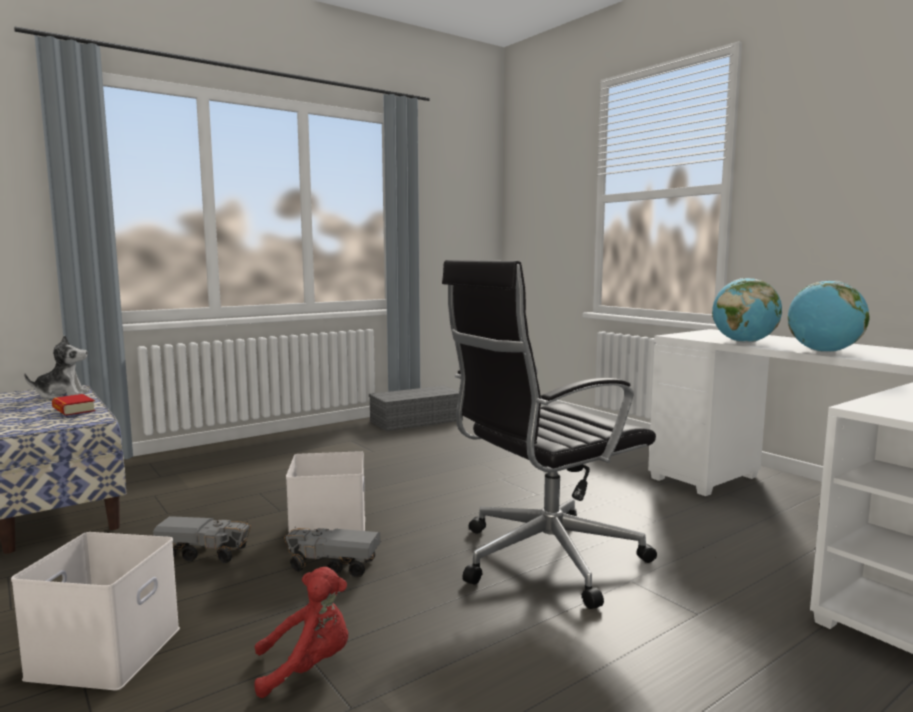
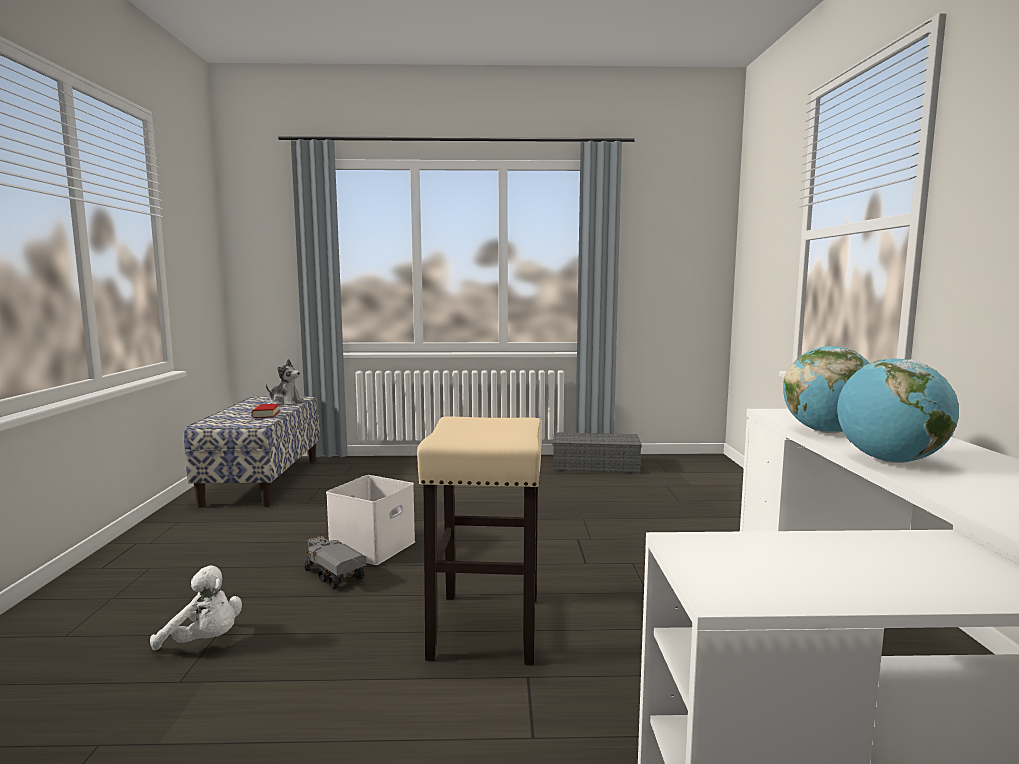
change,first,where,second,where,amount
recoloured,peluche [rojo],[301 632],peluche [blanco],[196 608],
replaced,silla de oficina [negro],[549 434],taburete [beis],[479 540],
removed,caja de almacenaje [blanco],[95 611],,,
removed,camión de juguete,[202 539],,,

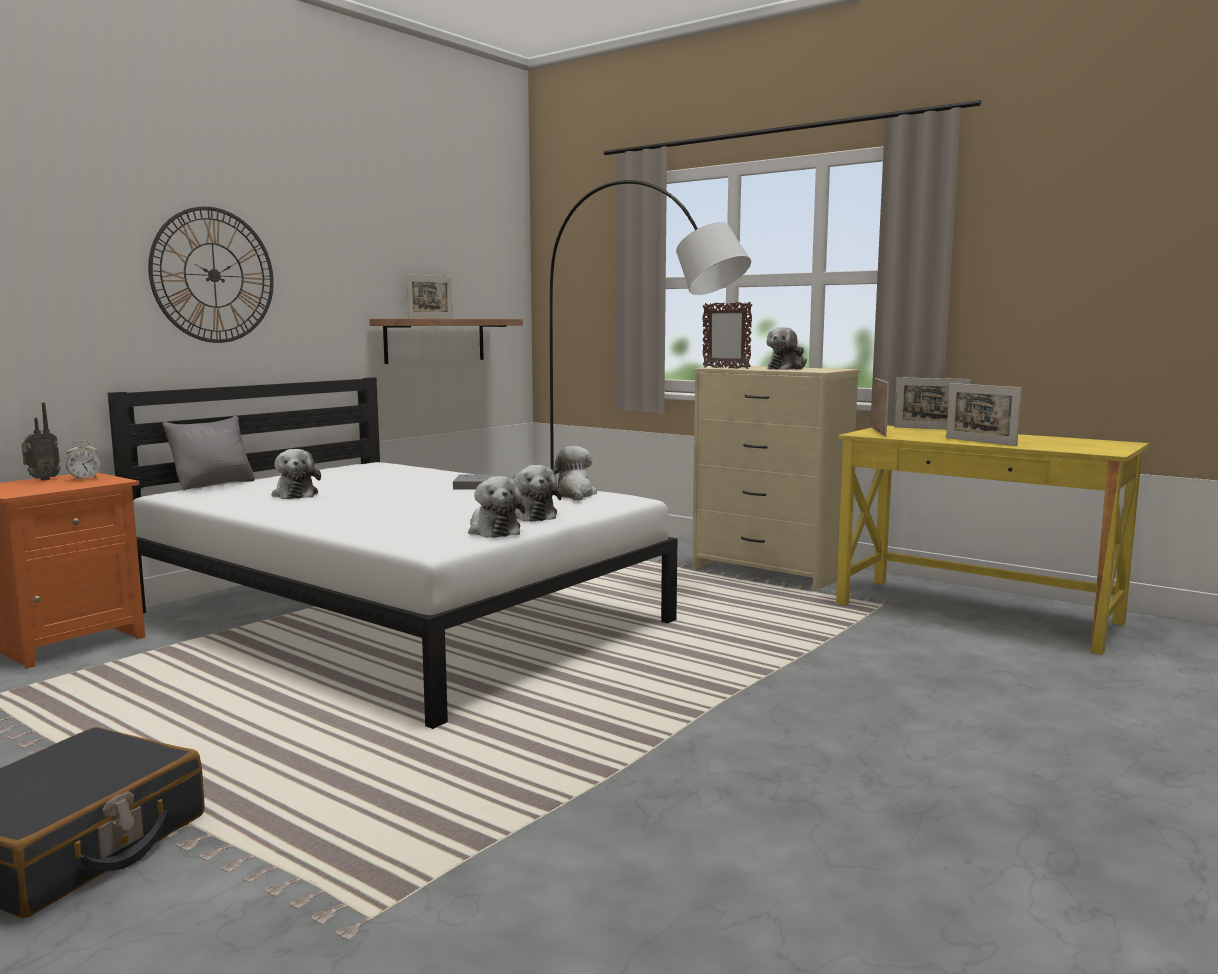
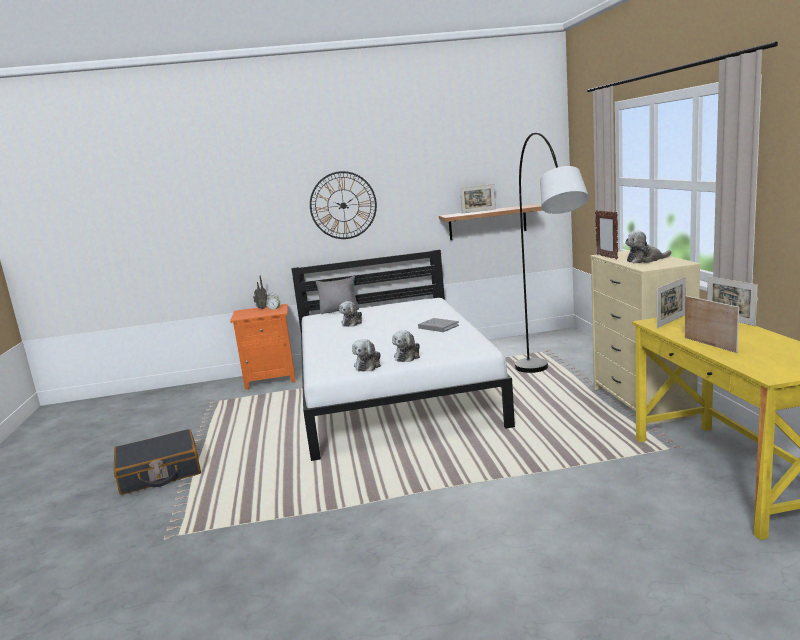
change,first,where,second,where,amount
turned,portarretratos,[984 414],,[712 324],150 degrees clockwise
removed,peluche,[575 473],,,

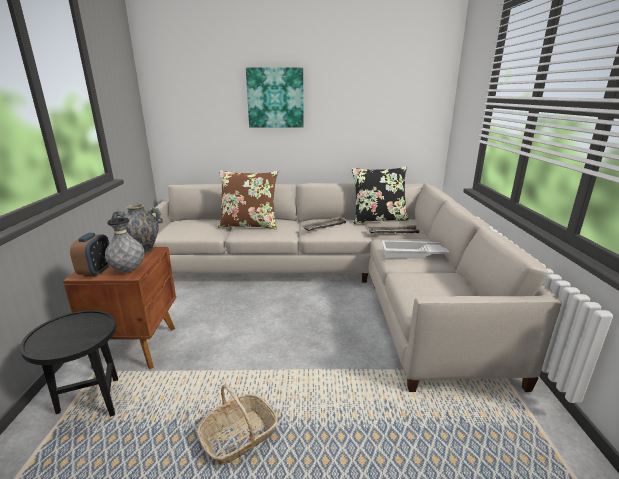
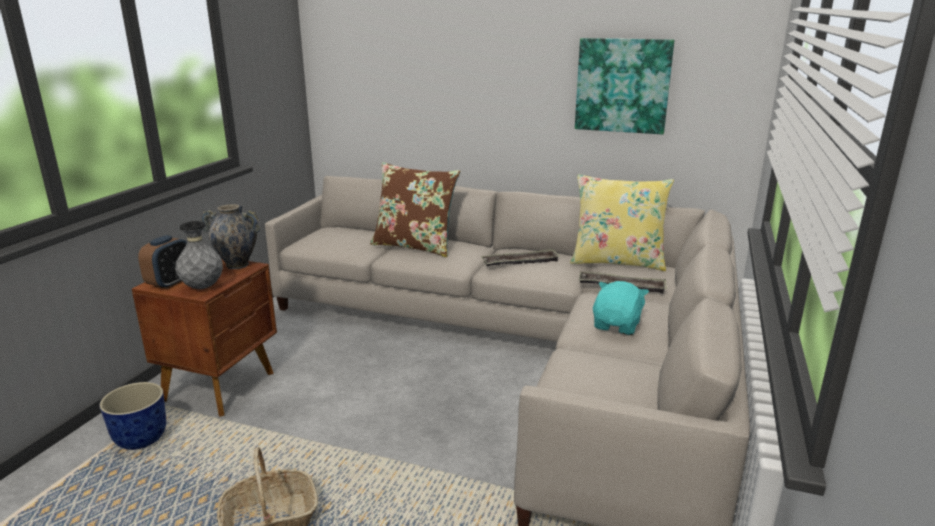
change,first,where,second,where,amount
replaced,mesa auxiliar [negro],[69 363],maceta,[132 416],
recoloured,cojín [negro],[380 195],cojín [amarillo],[622 222],
moved,cuadro,[275 97],,[624 86],
replaced,bandeja [blanco],[416 250],peluche [turquesa],[621 308],

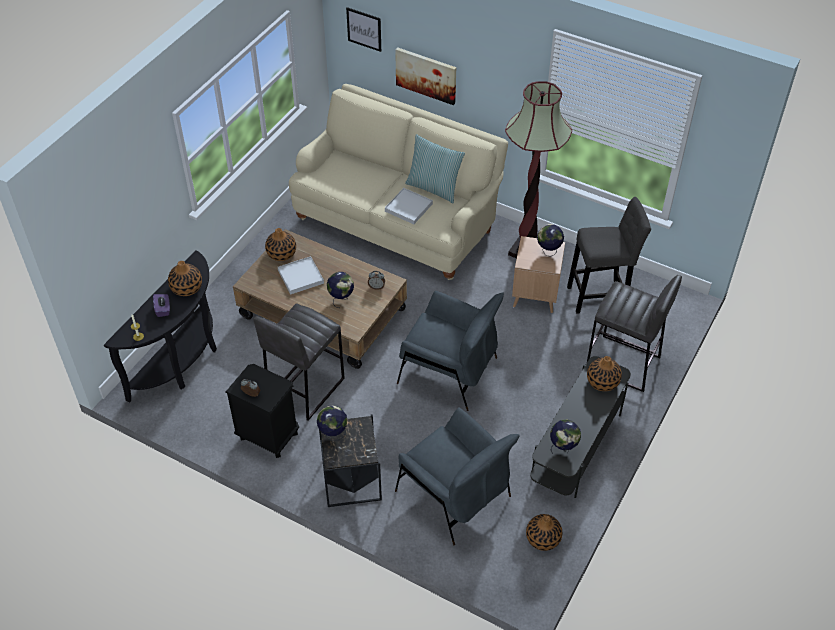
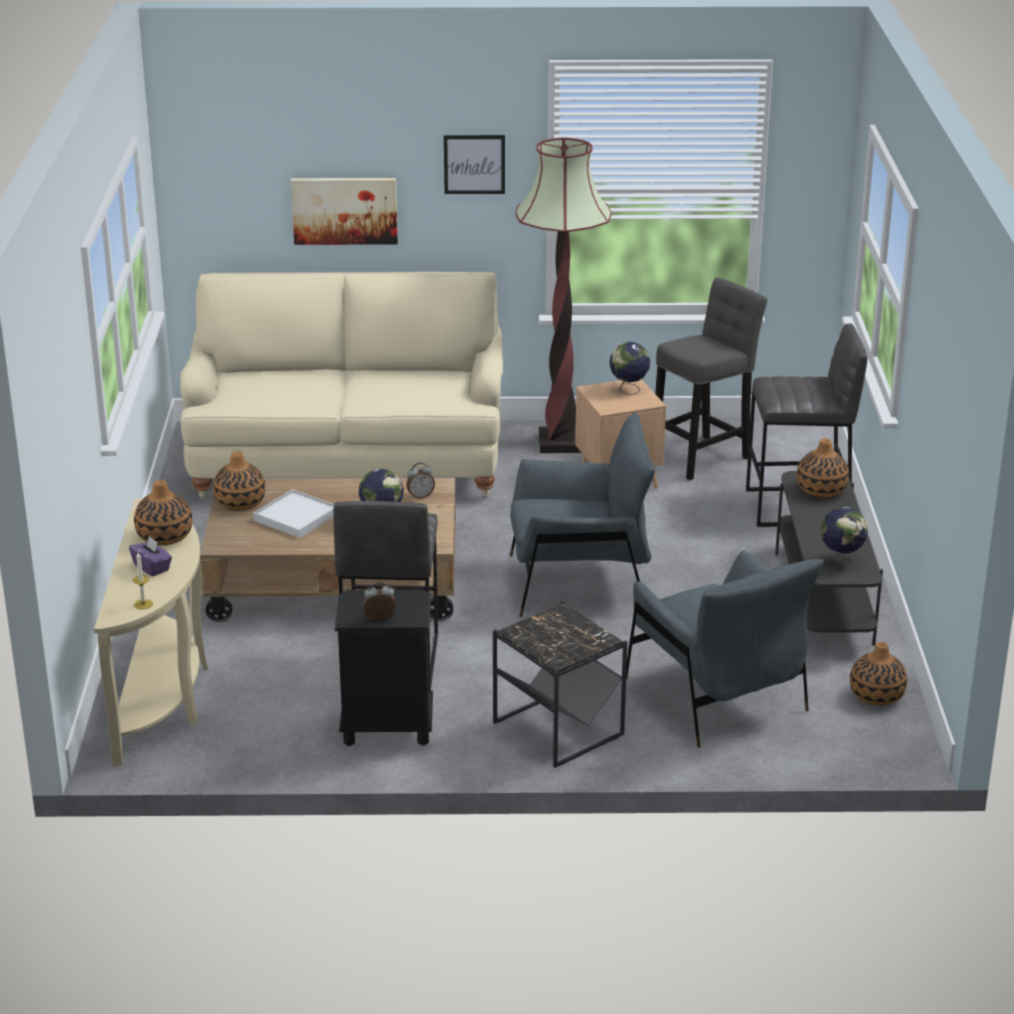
change,first,where,second,where,amount
recoloured,mesa consola [negro],[160 326],mesa consola [beis],[151 632],
moved,cuadro,[363 29],,[474 164],
turned,sillón [gris],[457 476],,[725 649],45 degrees clockwise
removed,globo terráqueo,[332 423],,,
removed,bandeja [blanco],[409 206],,,
removed,cojín,[435 168],,,

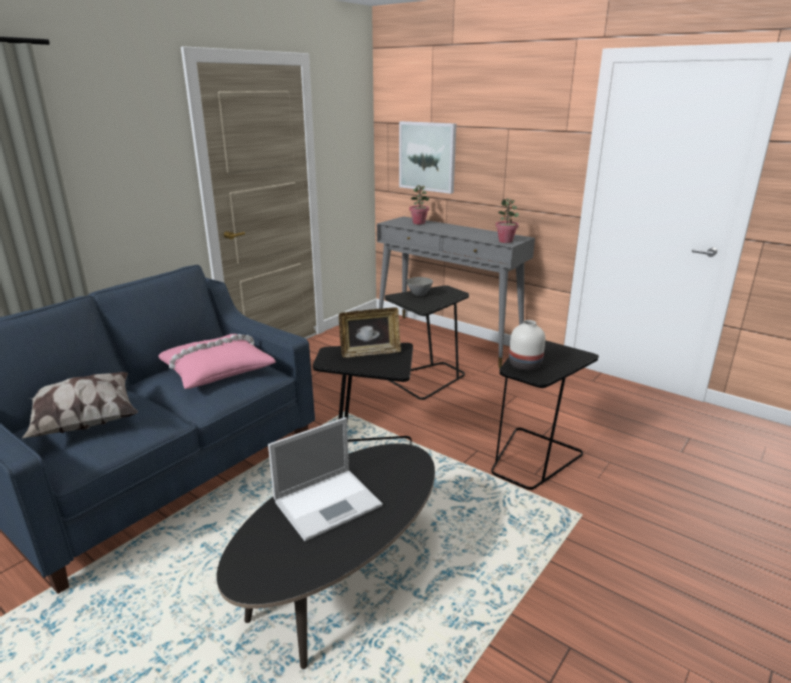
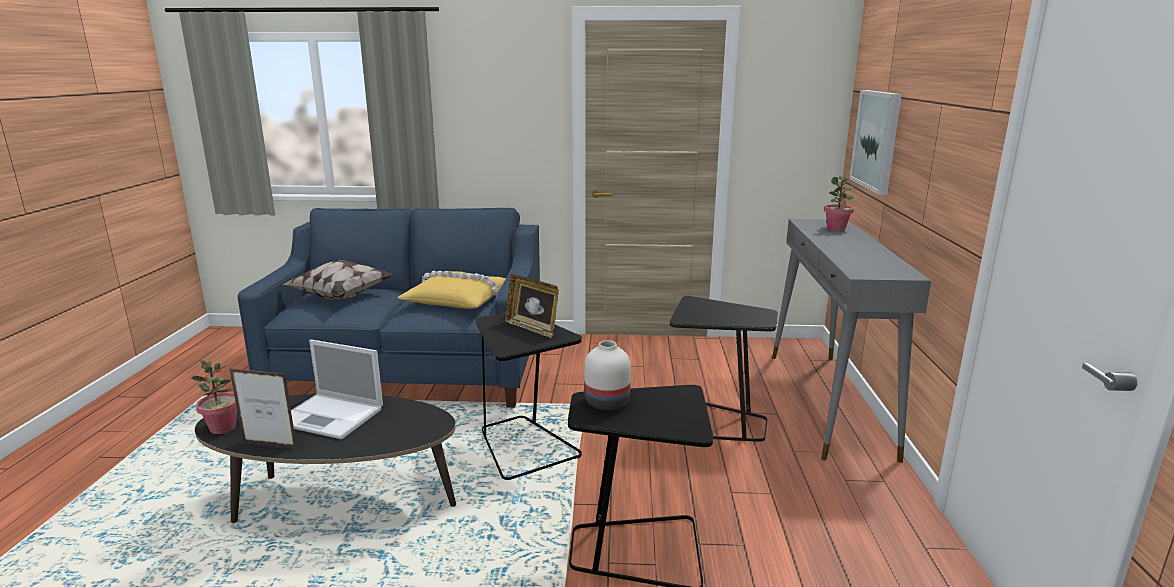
change,first,where,second,where,amount
moved,planta en maceta,[507 220],,[213 397],
added,,,portarretratos,[263 408],
recoloured,cojín [rosa],[217 361],cojín [amarillo],[452 290],
removed,cuenco [gris],[420 286],,,

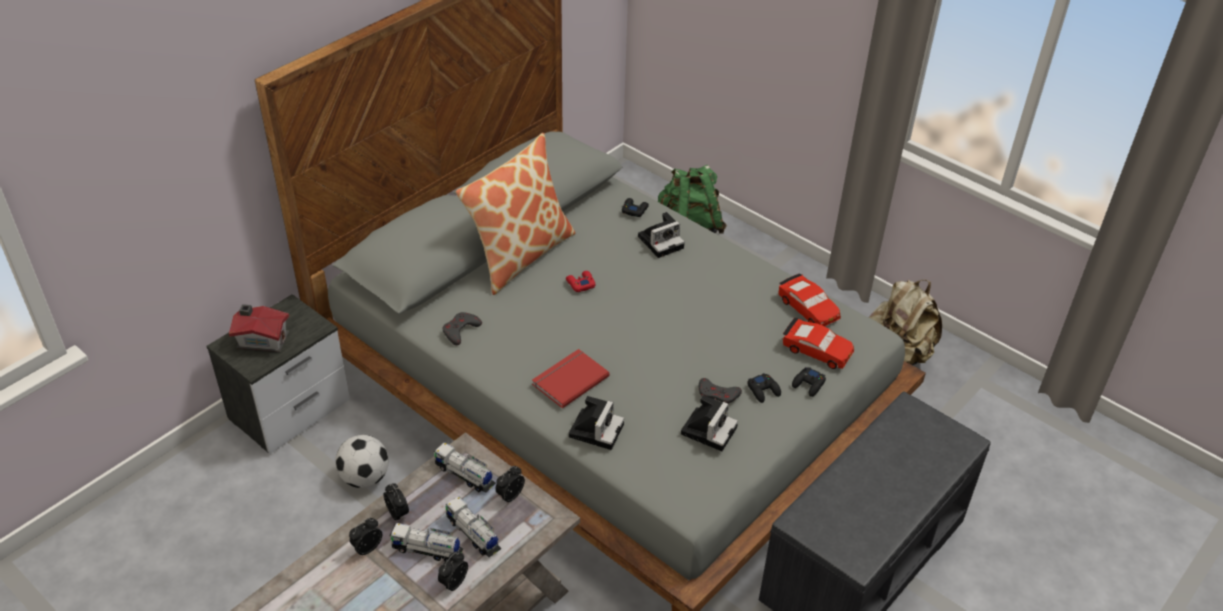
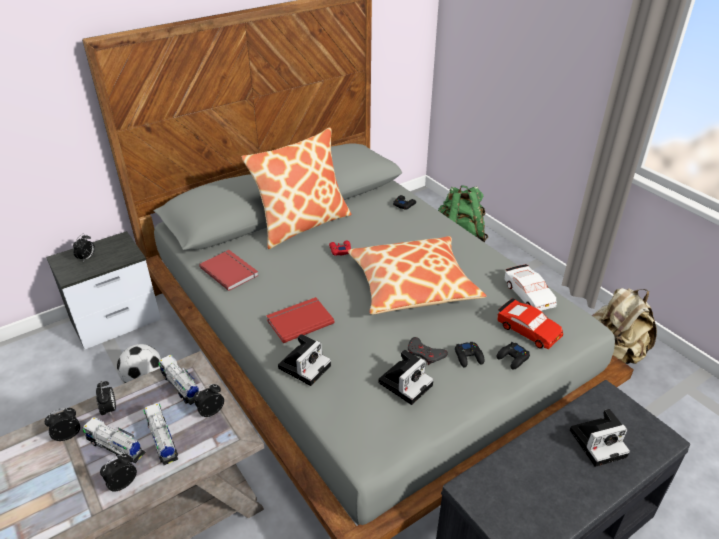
change,first,where,second,where,amount
replaced,casita,[259 328],despertador,[84 248],
replaced,mando de consola [gris],[462 328],libro [rojo],[229 270],
added,,,cojín,[417 275],
recoloured,coche de juguete [rojo],[809 299],coche de juguete [blanco],[530 287],
moved,cámara,[661 235],,[600 438],

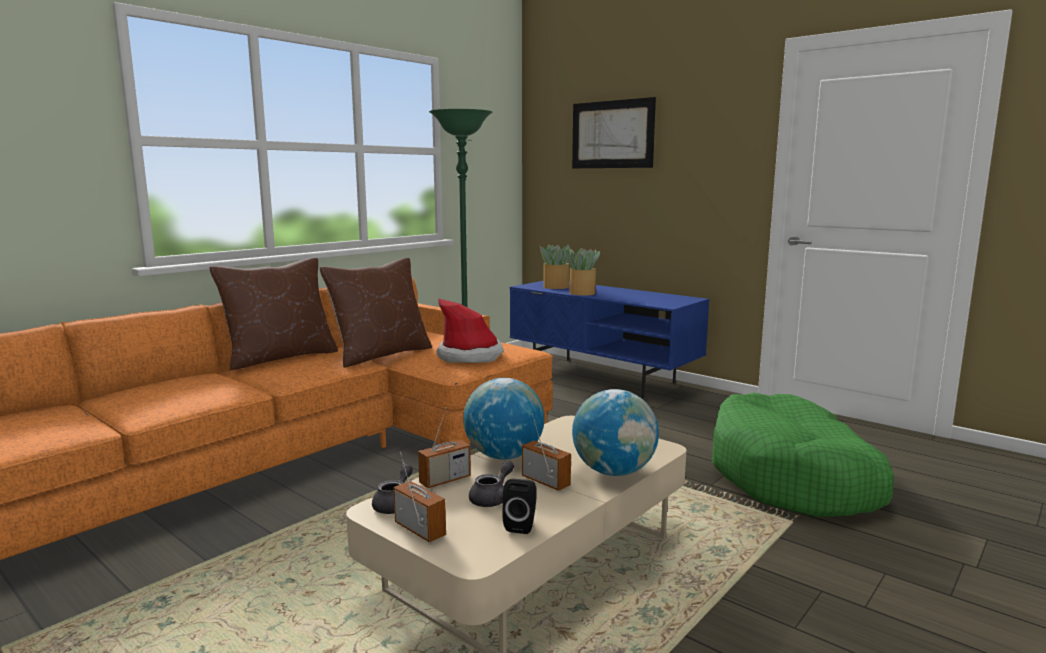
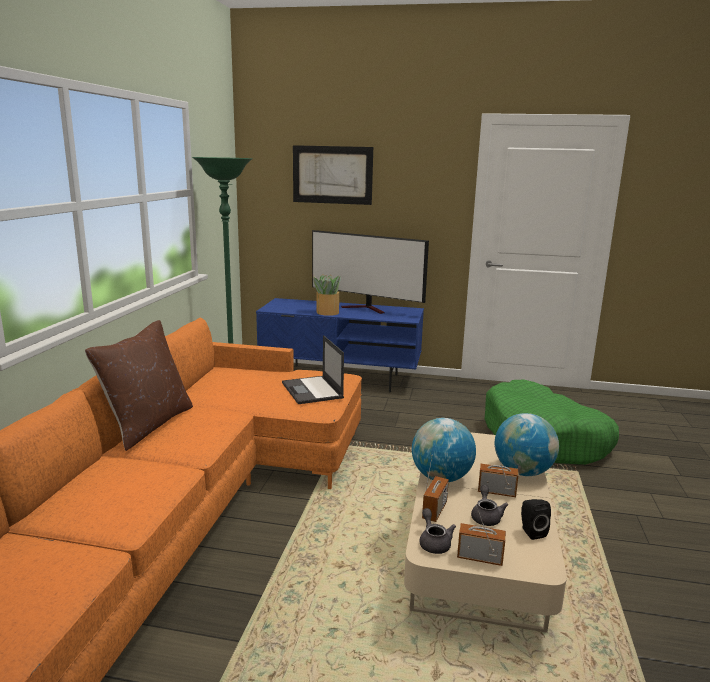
change,first,where,second,where,amount
replaced,sombrero,[470 331],portátil,[313 369],
added,,,televisor,[370 272],
removed,cojín [marrón],[375 313],,,
removed,planta en maceta,[554 266],,,

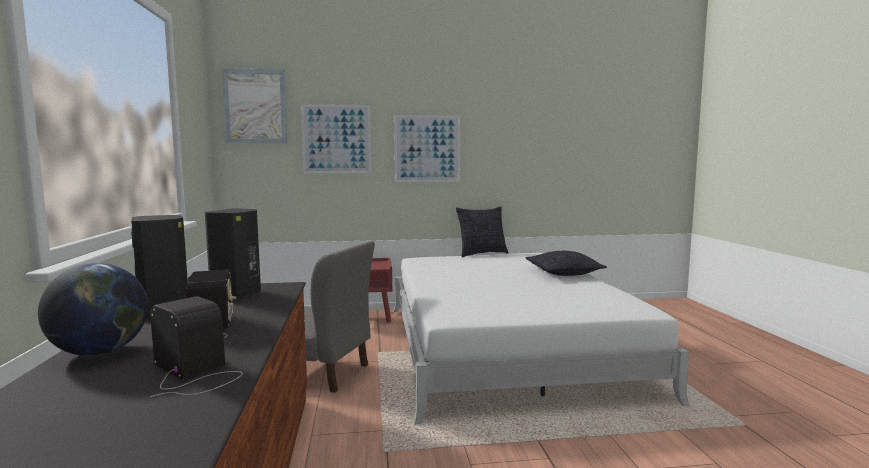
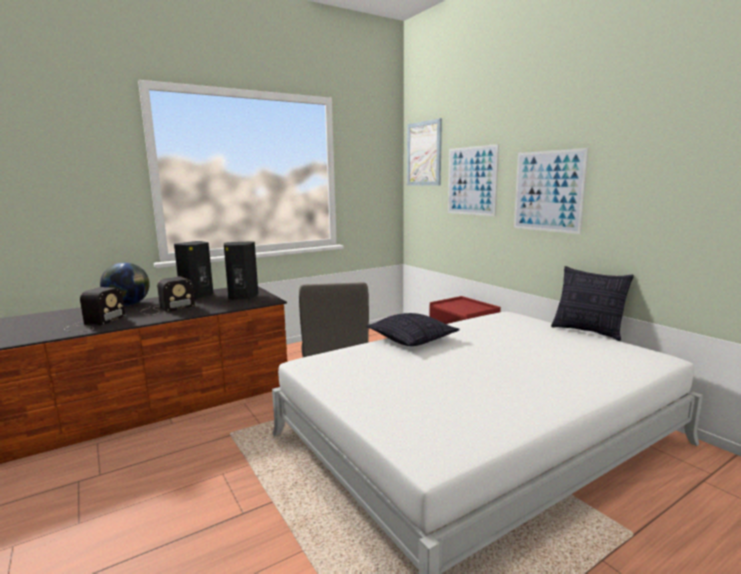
change,first,where,second,where,amount
moved,cojín,[566 263],,[412 329],

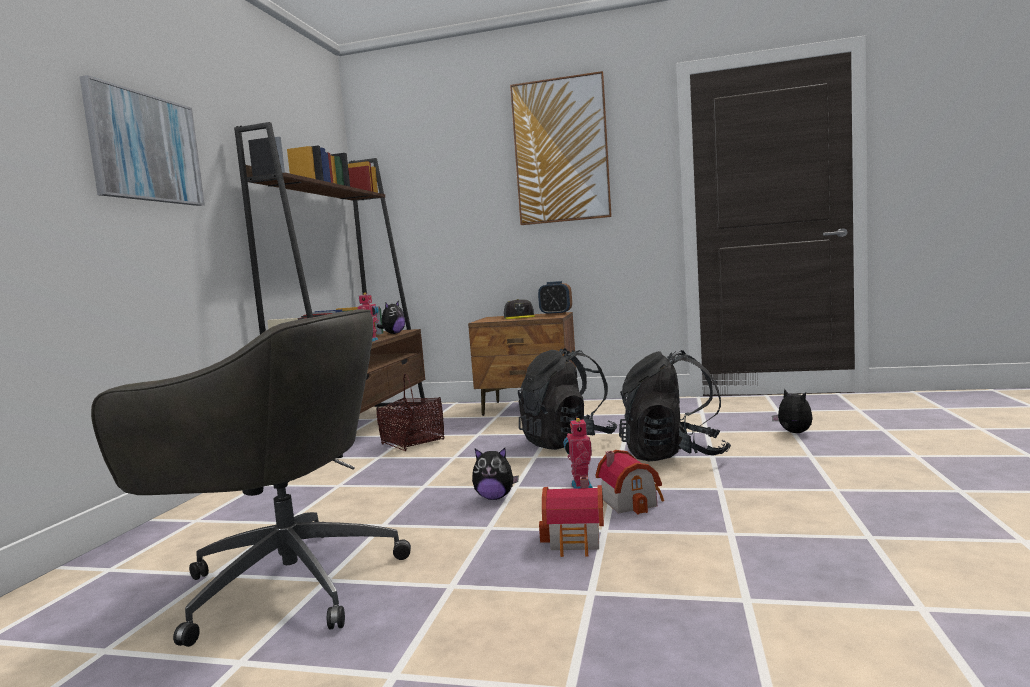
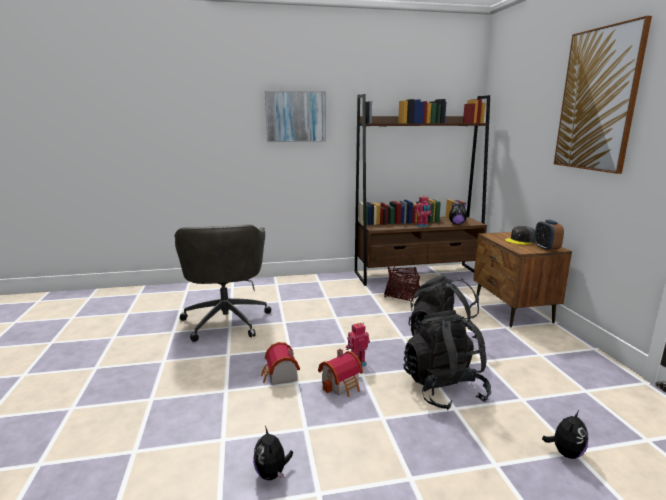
change,first,where,second,where,amount
moved,peluche,[495 474],,[273 453],

